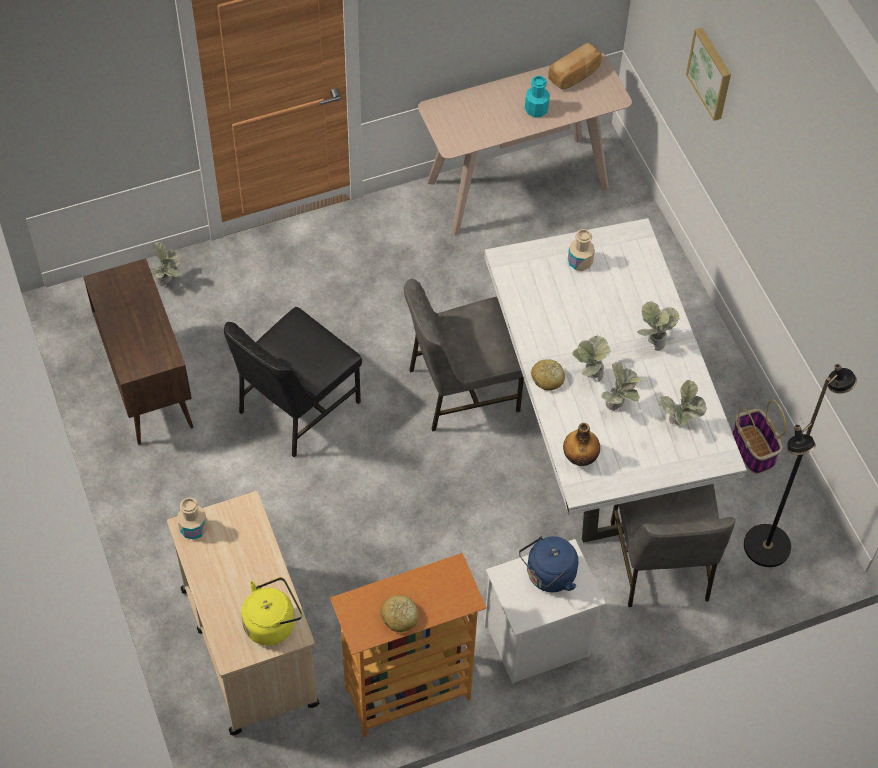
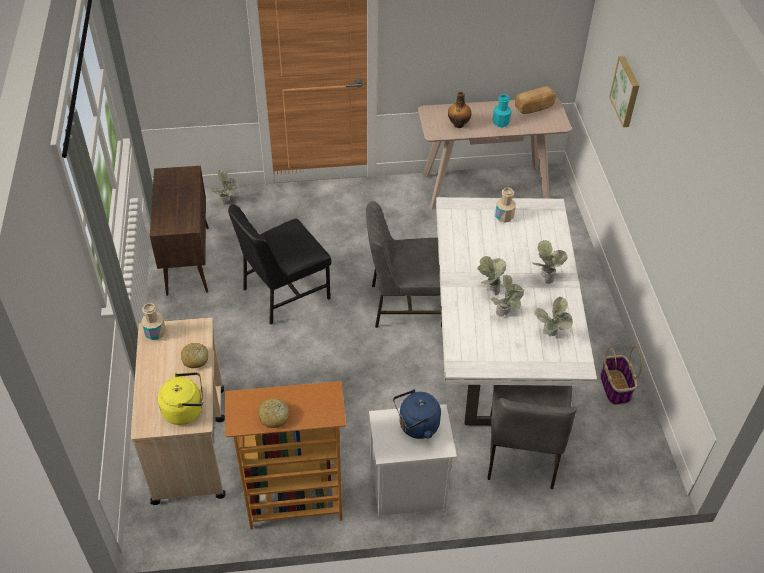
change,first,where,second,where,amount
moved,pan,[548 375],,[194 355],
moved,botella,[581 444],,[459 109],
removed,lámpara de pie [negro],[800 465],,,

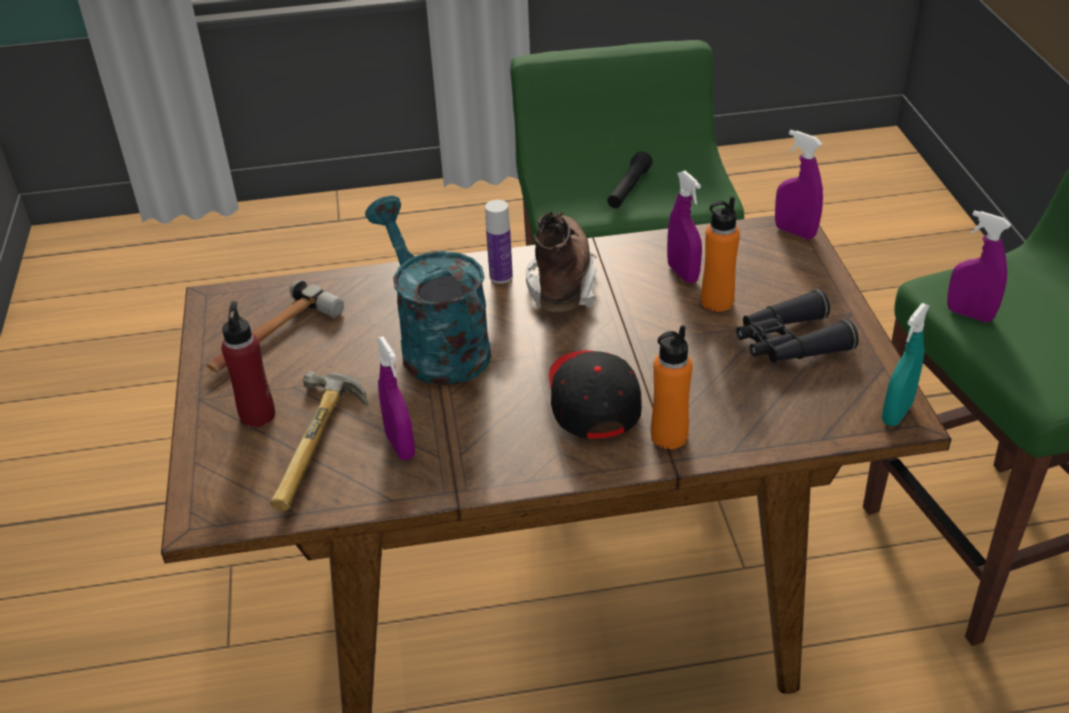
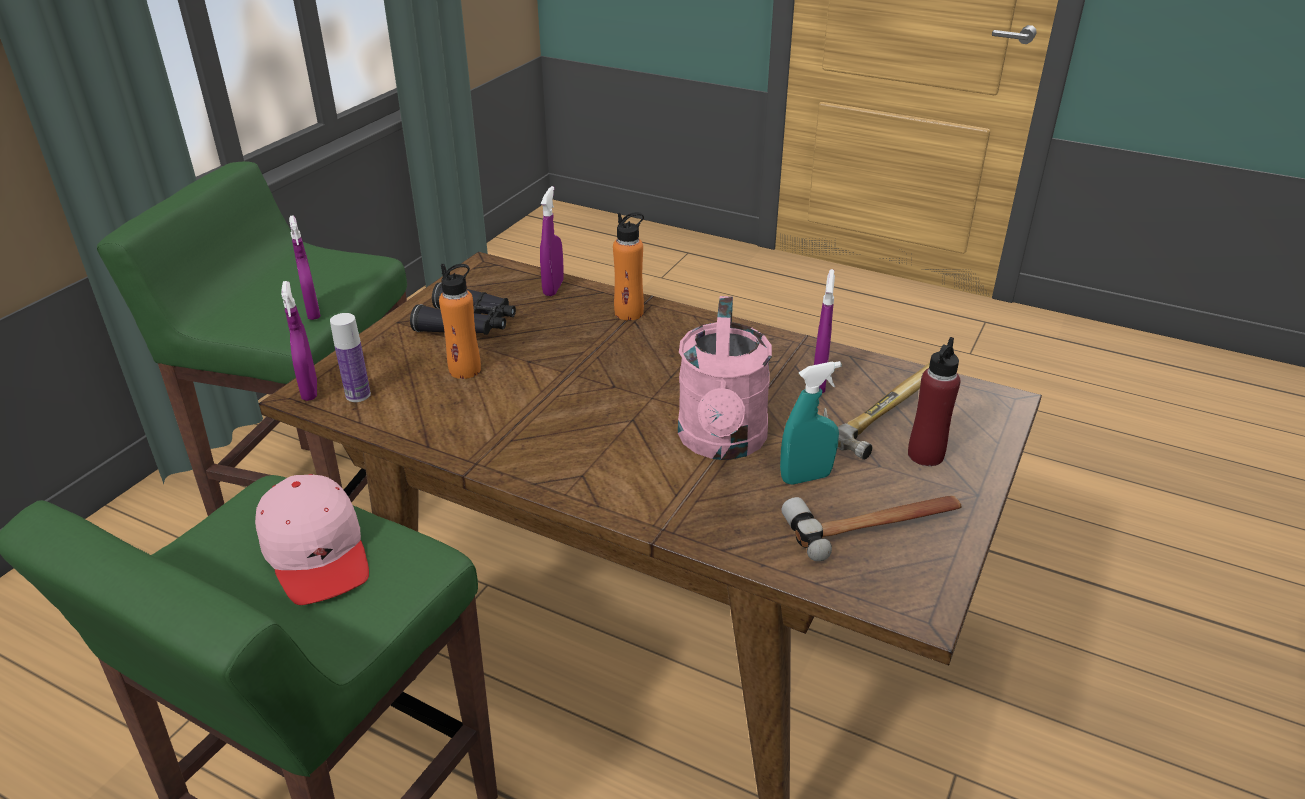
change,first,where,second,where,amount
replaced,linterna [negro],[629 179],gorra [rosa],[312 539],
moved,botella,[499 242],,[350 357],
moved,pulverizador [morado],[684 227],,[552 241],
recoloured,regadera [turquesa],[428 290],regadera [rosa],[725 378],
moved,pulverizador [turquesa],[906 364],,[811 423],
removed,bota [marrón],[561 262],,,
removed,gorra [negro],[595 394],,,

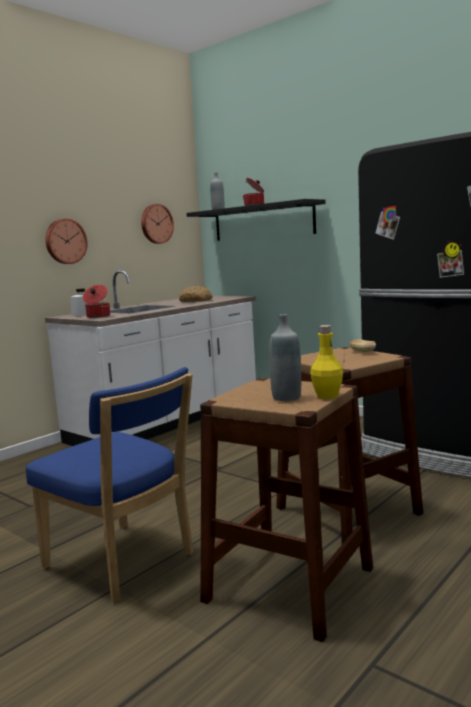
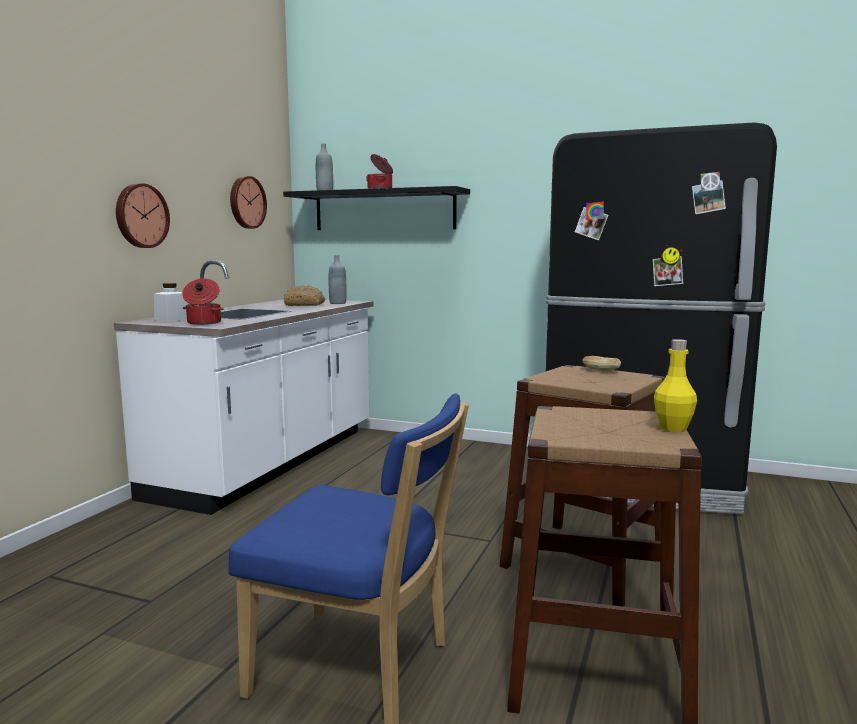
change,first,where,second,where,amount
moved,botella [gris],[285 357],,[338 279],

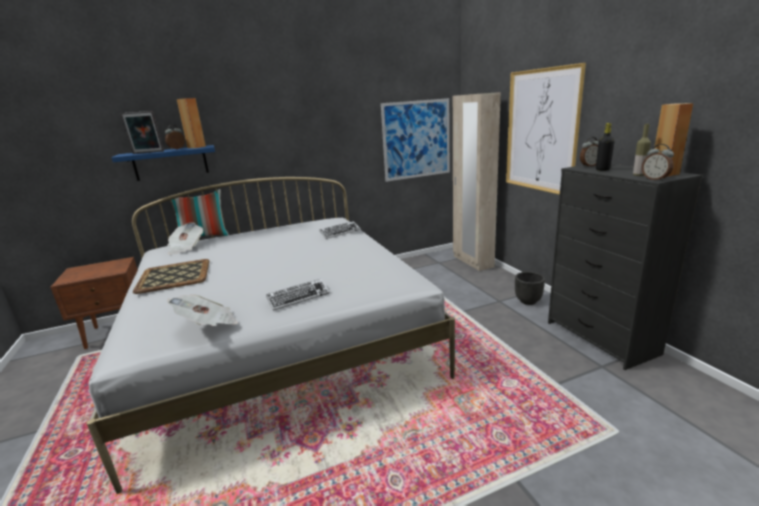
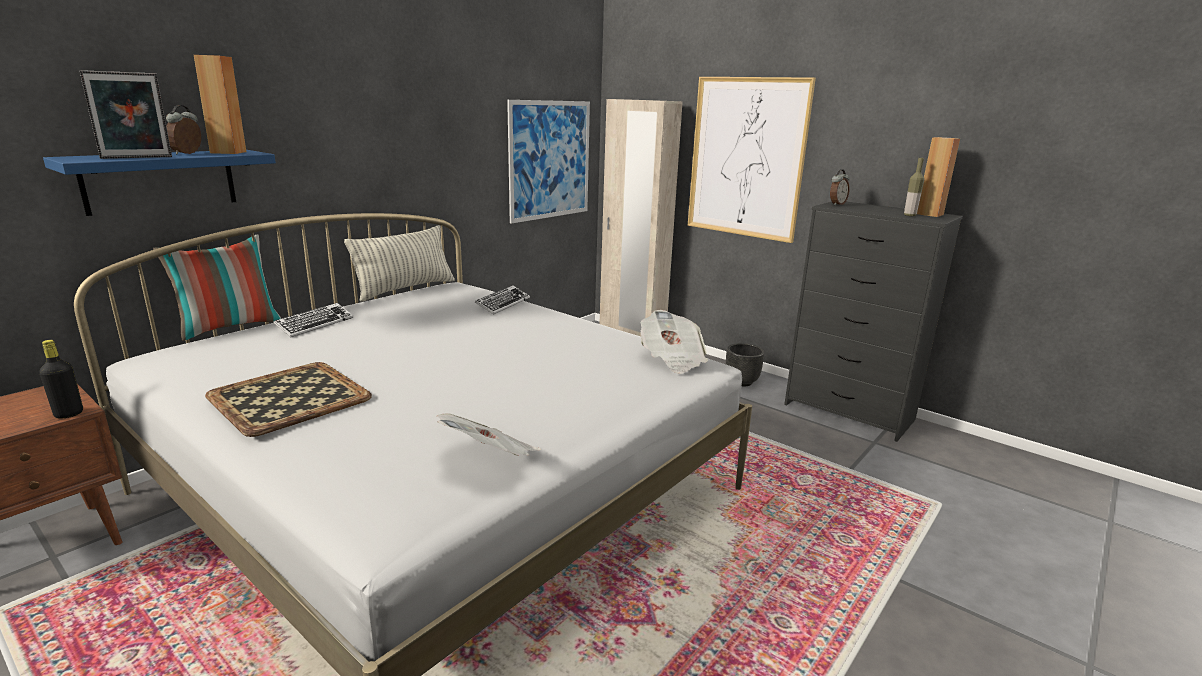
change,first,where,second,where,amount
moved,botella [negro],[605 147],,[61 379],
moved,teclado,[298 295],,[313 320],
added,,,cojín,[399 263],
moved,periódico,[185 238],,[674 342],
removed,despertador,[658 162],,,

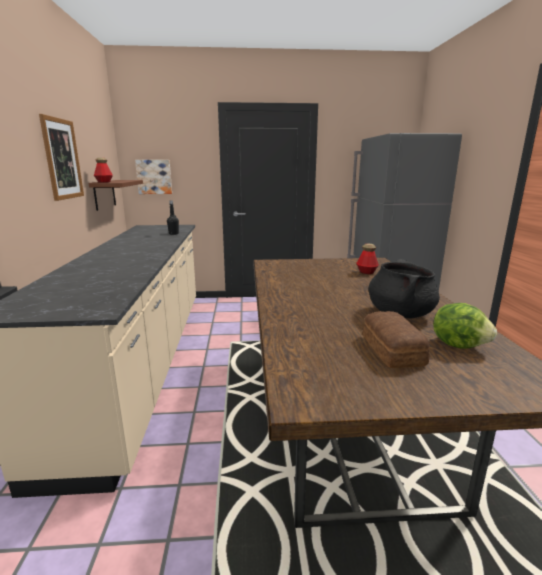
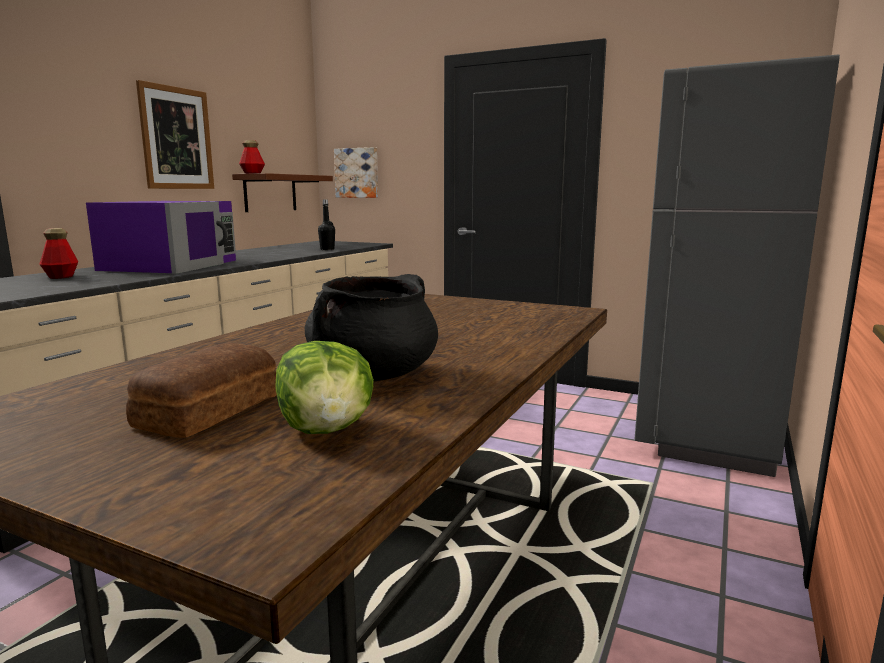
change,first,where,second,where,amount
moved,botella,[367 259],,[58 253],
added,,,microondas [morado],[161 237],

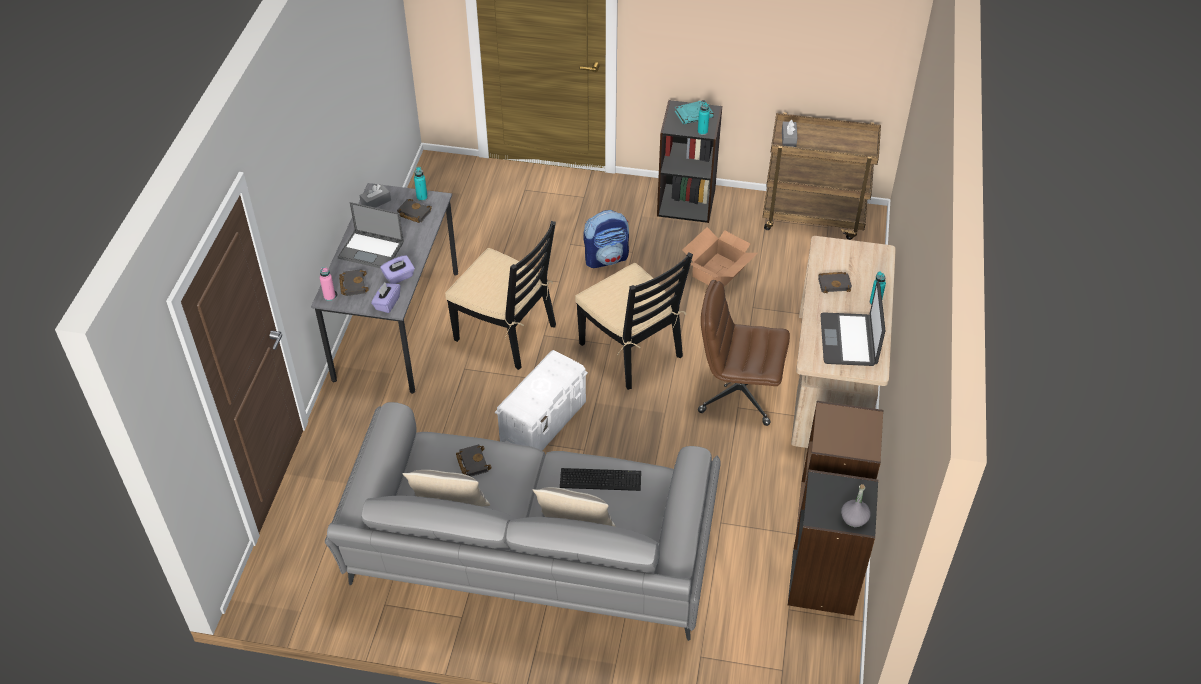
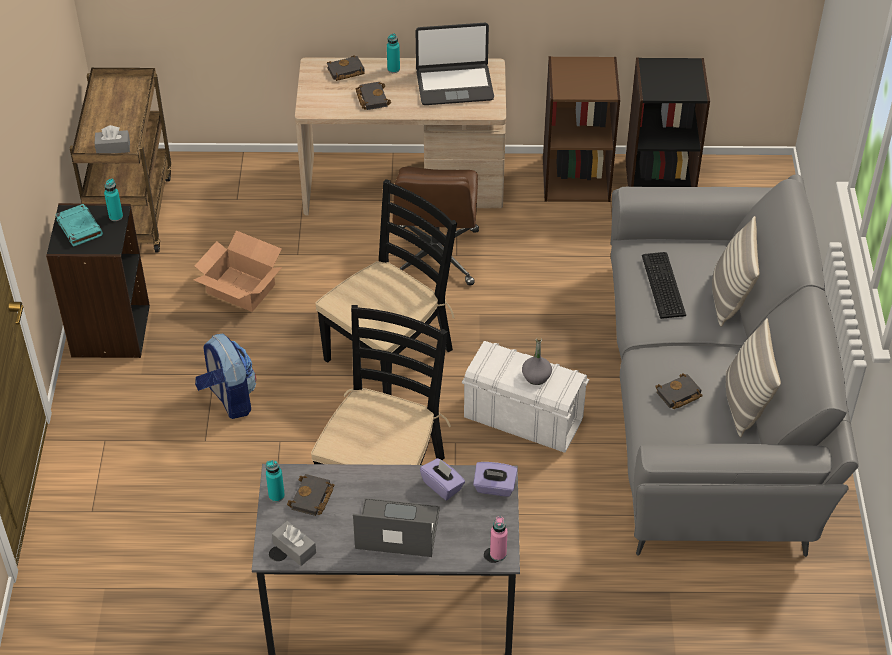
change,first,where,second,where,amount
moved,libro [negro],[354 282],,[346 68],
turned,portátil,[371 235],,[396 527],90 degrees counterclockwise
moved,botella [gris],[856 506],,[537 361],

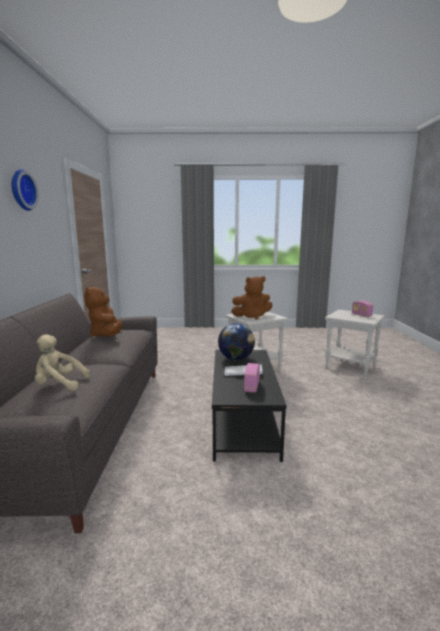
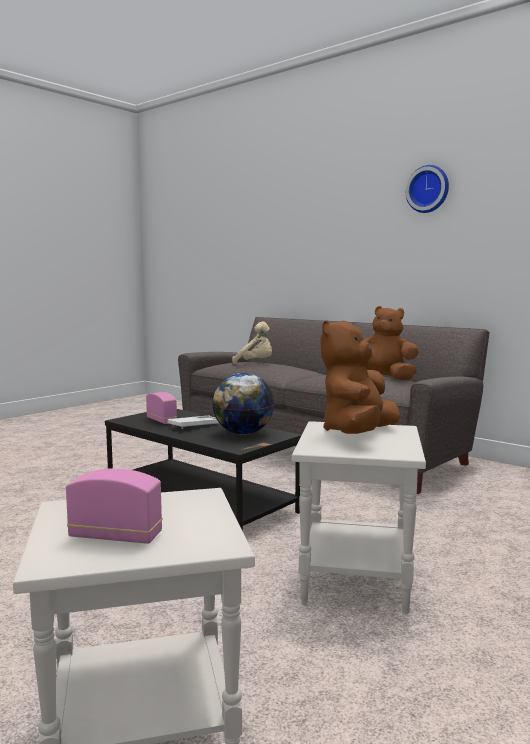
change,first,where,second,where,amount
turned,peluche [beis],[62 363],,[252 342],75 degrees clockwise

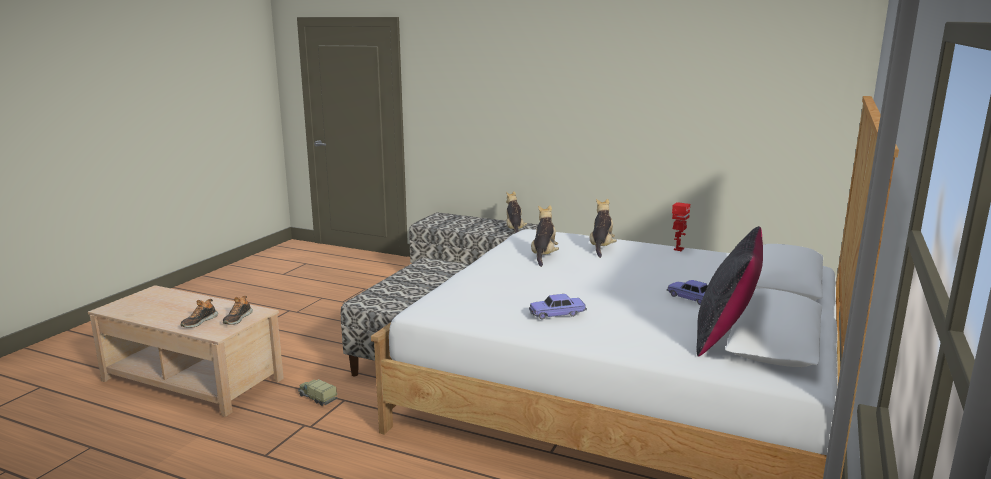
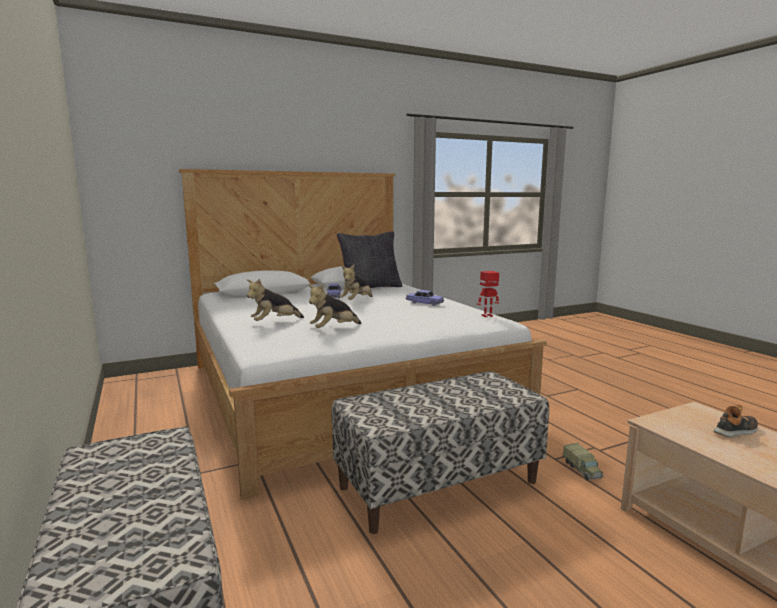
change,first,where,second,where,amount
moved,peluche,[516 212],,[355 282],
moved,robot de juguete,[681 226],,[488 294],
removed,zapato,[238 310],,,

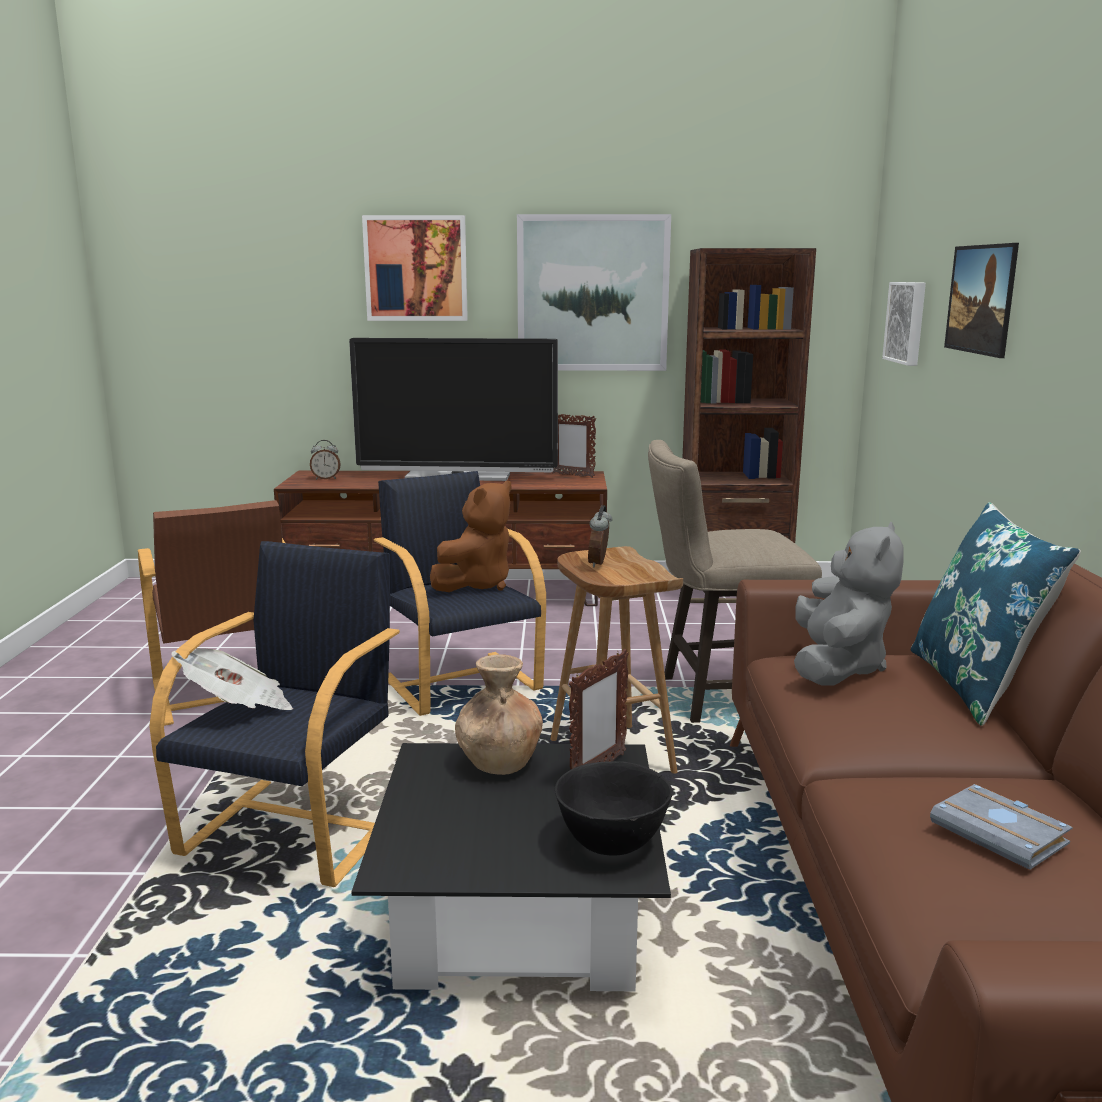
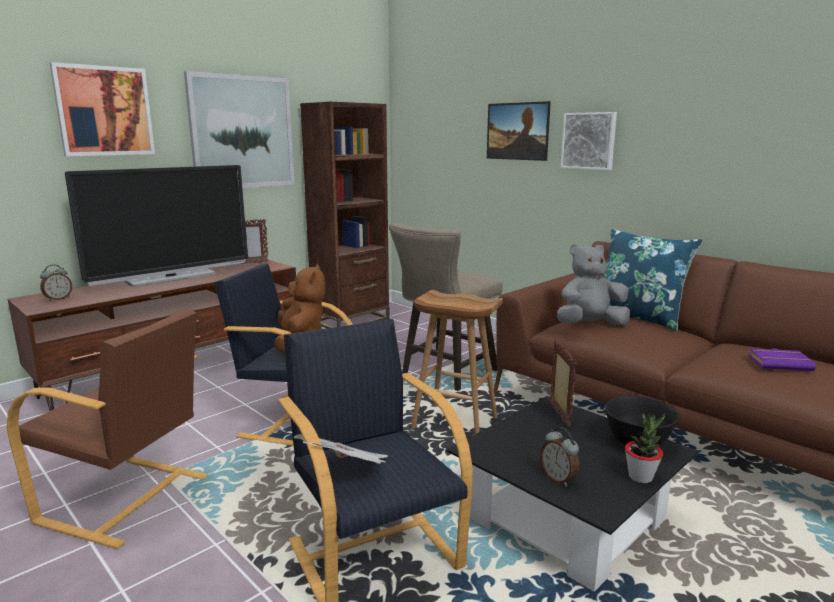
change,first,where,second,where,amount
moved,despertador,[600 536],,[559 457],
turned,peluche [gris],[848 604],,[593 284],75 degrees counterclockwise
moved,cuadro,[904 324],,[588 141],
added,,,planta en maceta,[645 448],
recoloured,libro [gris],[1001 827],libro [morado],[782 359],
removed,florero [marrón],[499 714],,,

